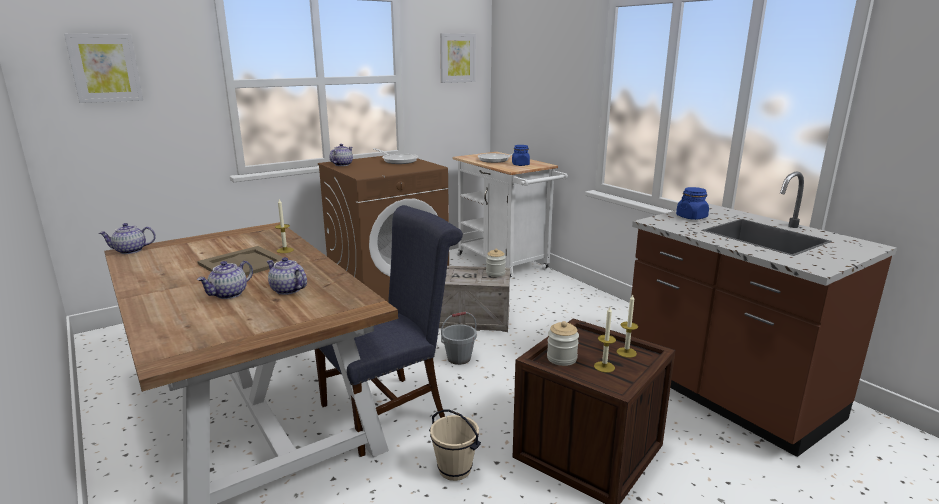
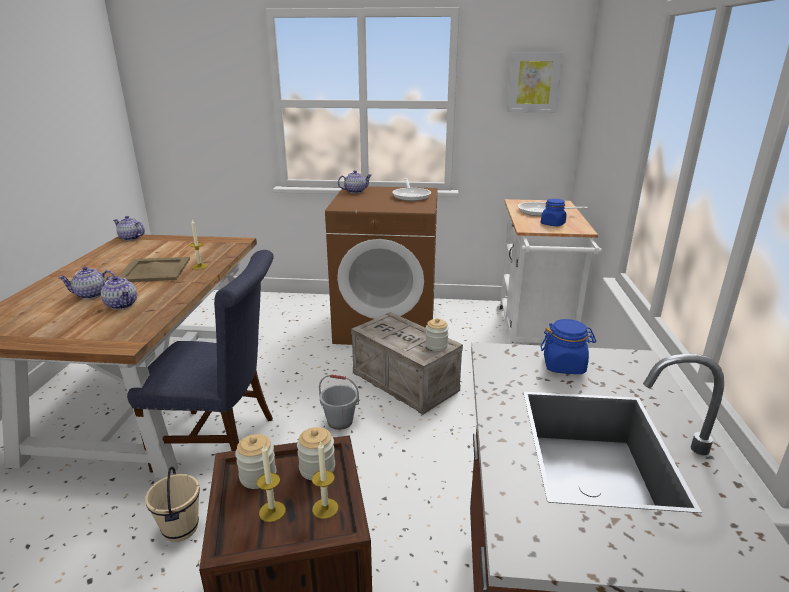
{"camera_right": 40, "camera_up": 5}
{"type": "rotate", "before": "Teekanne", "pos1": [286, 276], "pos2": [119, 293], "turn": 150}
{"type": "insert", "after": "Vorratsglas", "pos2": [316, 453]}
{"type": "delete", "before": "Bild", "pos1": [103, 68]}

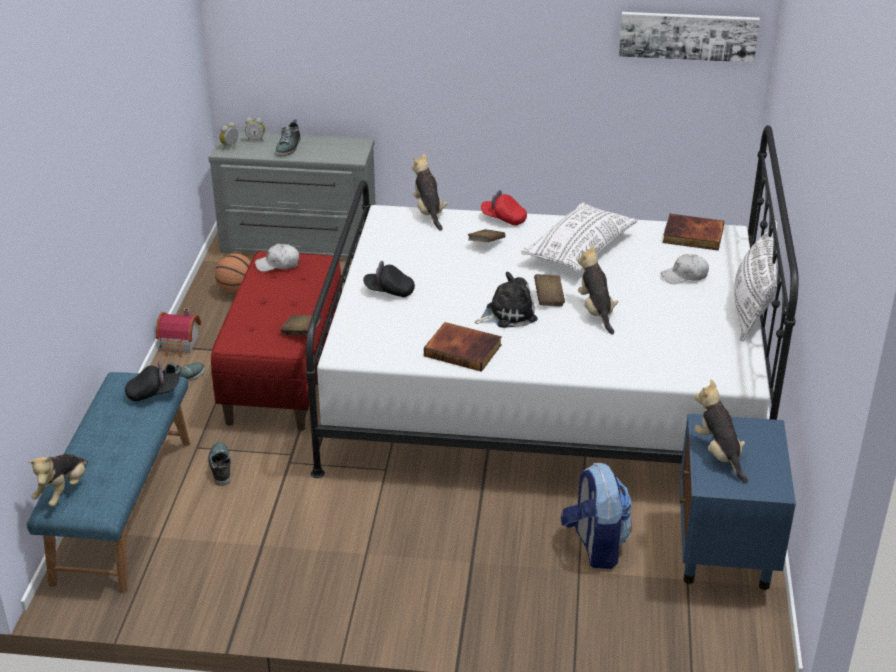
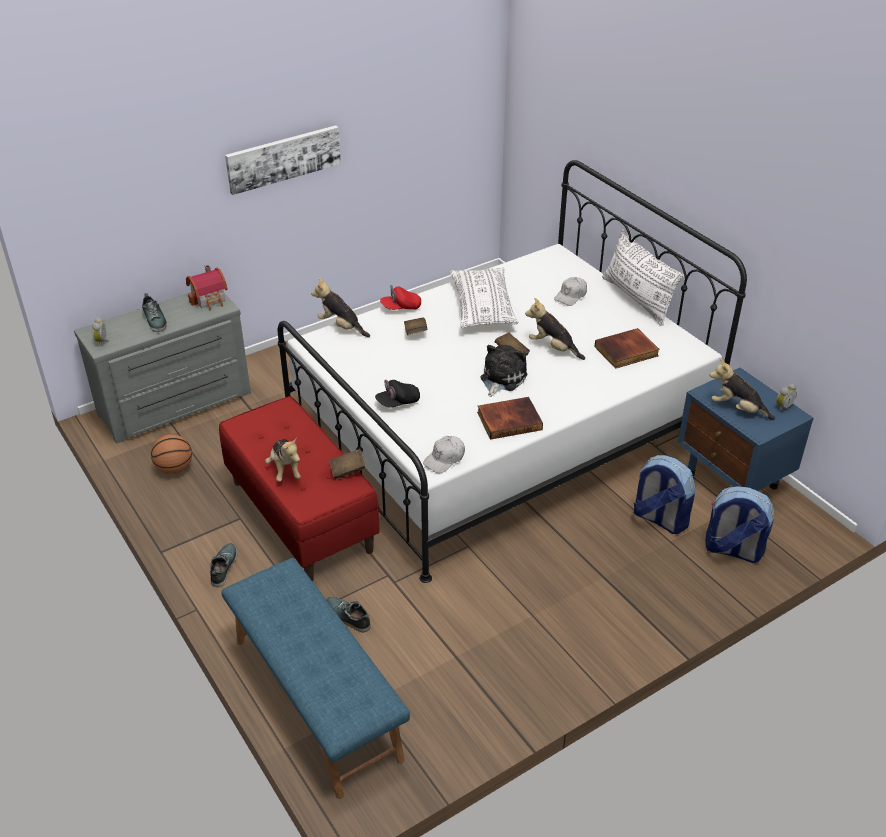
{"camera_right": -40, "camera_up": 5}
{"type": "move", "before": "Spielzeughaus", "pos1": [178, 333], "pos2": [207, 288]}
{"type": "move", "before": "Bild", "pos1": [689, 37], "pos2": [283, 160]}
{"type": "move", "before": "Plüschtier", "pos1": [58, 480], "pos2": [283, 459]}
{"type": "move", "before": "Kappe/weiß", "pos1": [277, 258], "pos2": [444, 454]}
{"type": "move", "before": "Buch", "pos1": [693, 232], "pos2": [627, 348]}
{"type": "insert", "after": "Rucksack", "pos2": [739, 524]}
{"type": "move", "before": "Wecker", "pos1": [255, 129], "pos2": [786, 397]}
{"type": "delete", "before": "Kappe/schwarz", "pos1": [152, 382]}

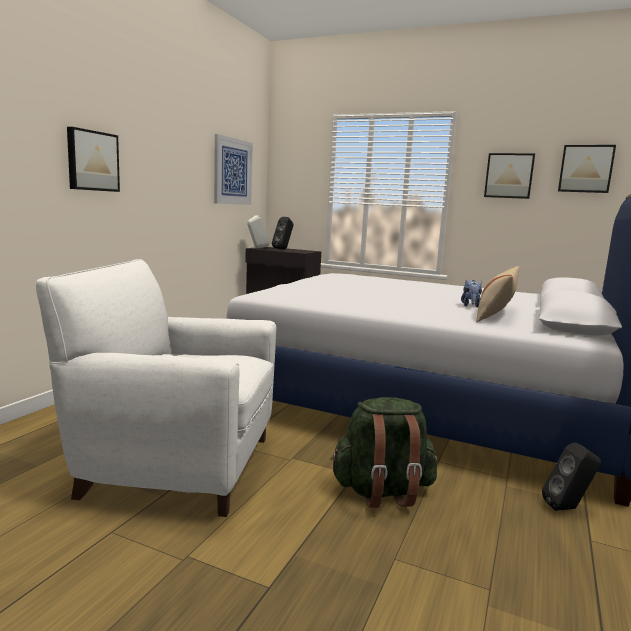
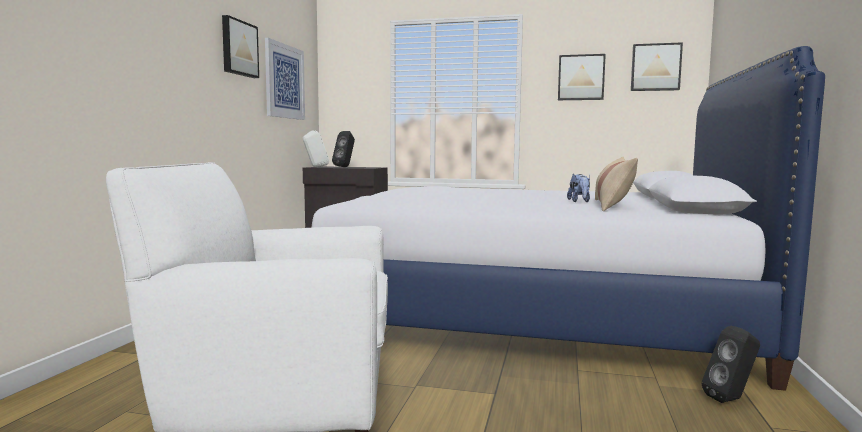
{"camera_right": -10, "camera_up": -5}
{"type": "move", "before": "Bild", "pos1": [93, 159], "pos2": [240, 46]}
{"type": "delete", "before": "Rucksack/grün", "pos1": [383, 452]}

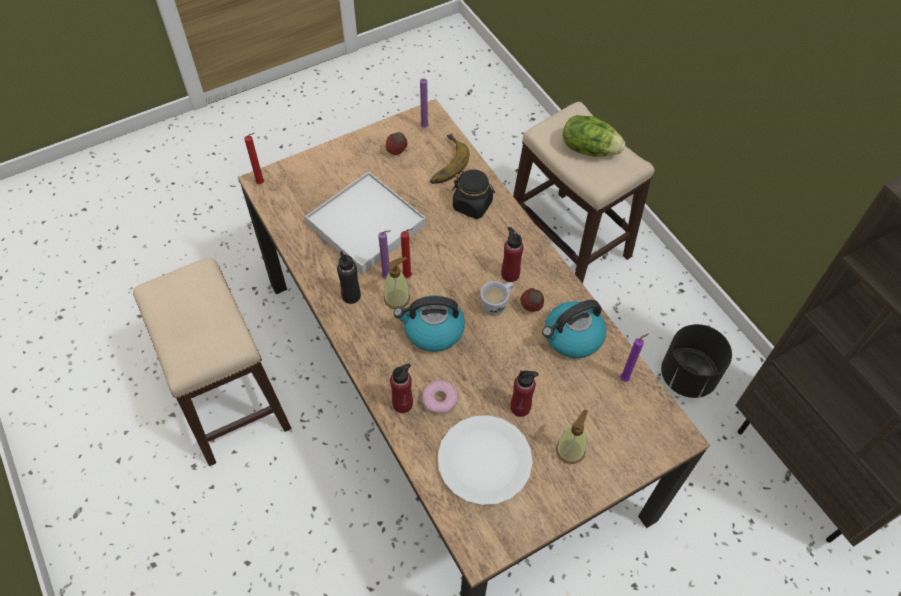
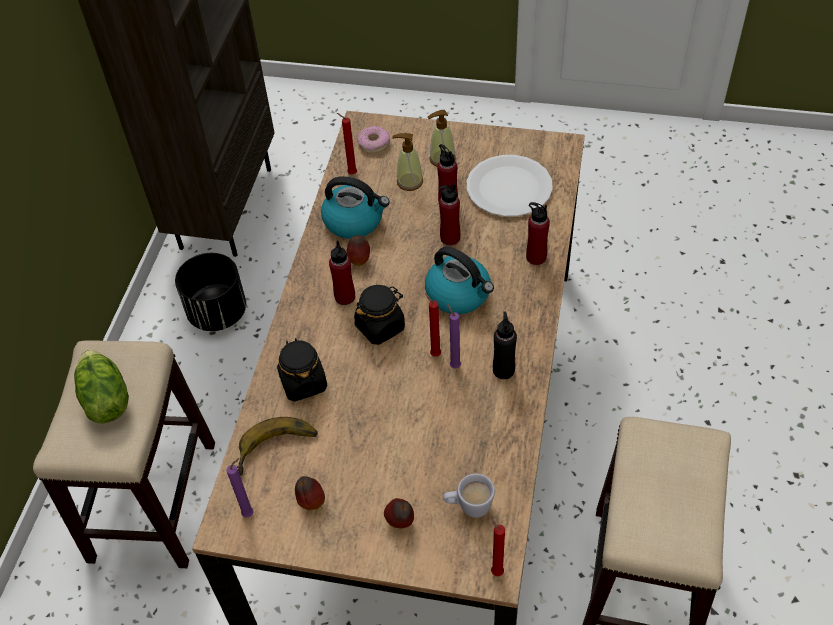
{"camera_right": -135, "camera_up": -5}
{"type": "recolor", "before": "Kerze/lila", "after": "Kerze/rot", "pos1": [634, 357], "pos2": [347, 143]}
{"type": "insert", "after": "Vorratsglas/schwarz", "pos2": [379, 315]}
{"type": "move", "before": "Donut", "pos1": [440, 397], "pos2": [373, 140]}
{"type": "insert", "after": "Apfel", "pos2": [399, 513]}
{"type": "move", "before": "Seifenspender", "pos1": [397, 283], "pos2": [407, 162]}
{"type": "insert", "after": "Flasche/rot", "pos2": [449, 214]}
{"type": "move", "before": "Henkelbecher/weiß", "pos1": [497, 298], "pos2": [469, 496]}
{"type": "delete", "before": "Tablett/weiß", "pos1": [365, 222]}

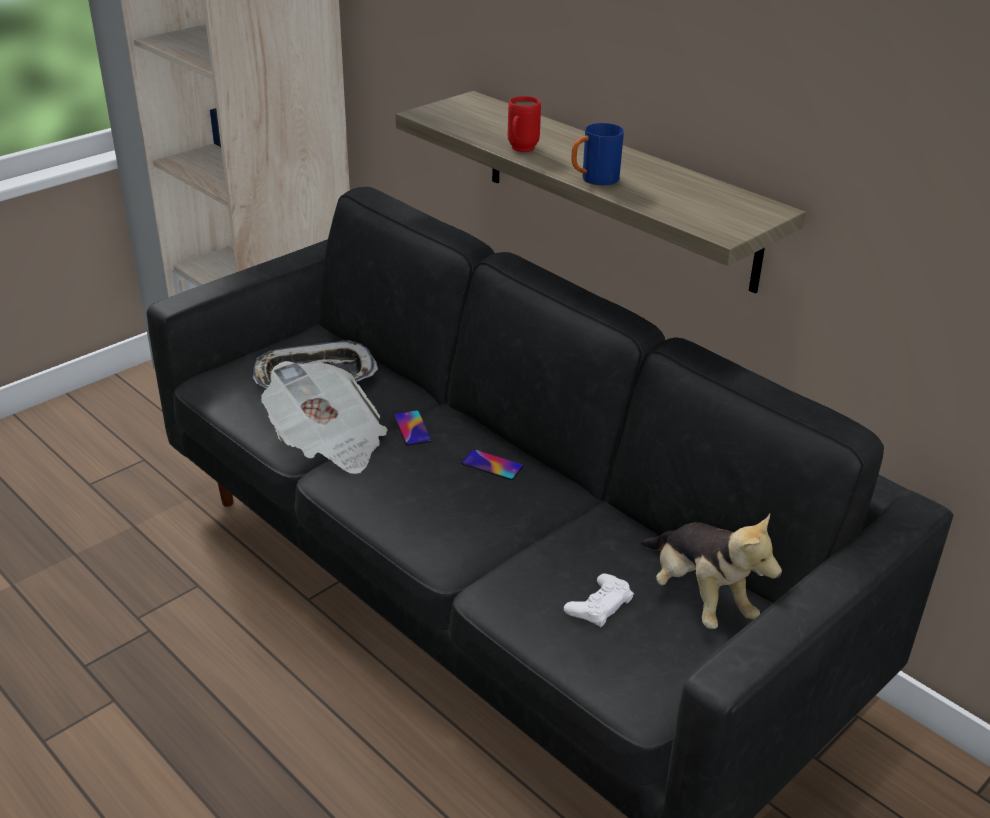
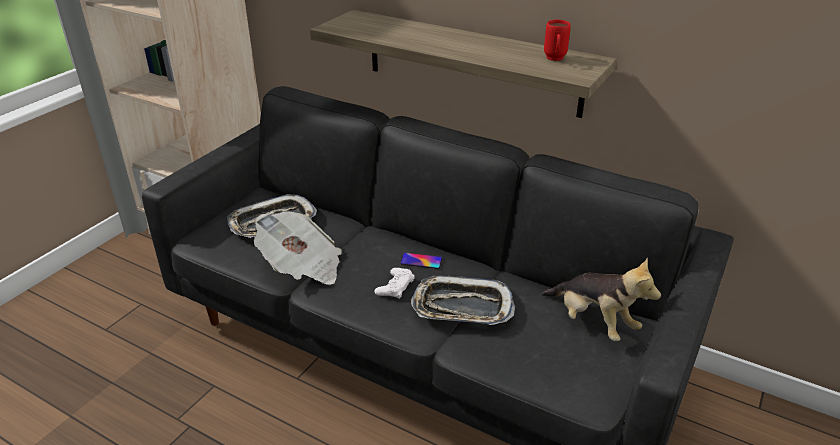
{"camera_right": -15, "camera_up": 0}
{"type": "move", "before": "Gamepad/weiß", "pos1": [599, 600], "pos2": [394, 283]}
{"type": "insert", "after": "Tablett", "pos2": [463, 300]}
{"type": "move", "before": "Henkelbecher/rot", "pos1": [524, 124], "pos2": [557, 40]}
{"type": "delete", "before": "Handy", "pos1": [412, 428]}
{"type": "delete", "before": "Henkelbecher/blau", "pos1": [597, 154]}

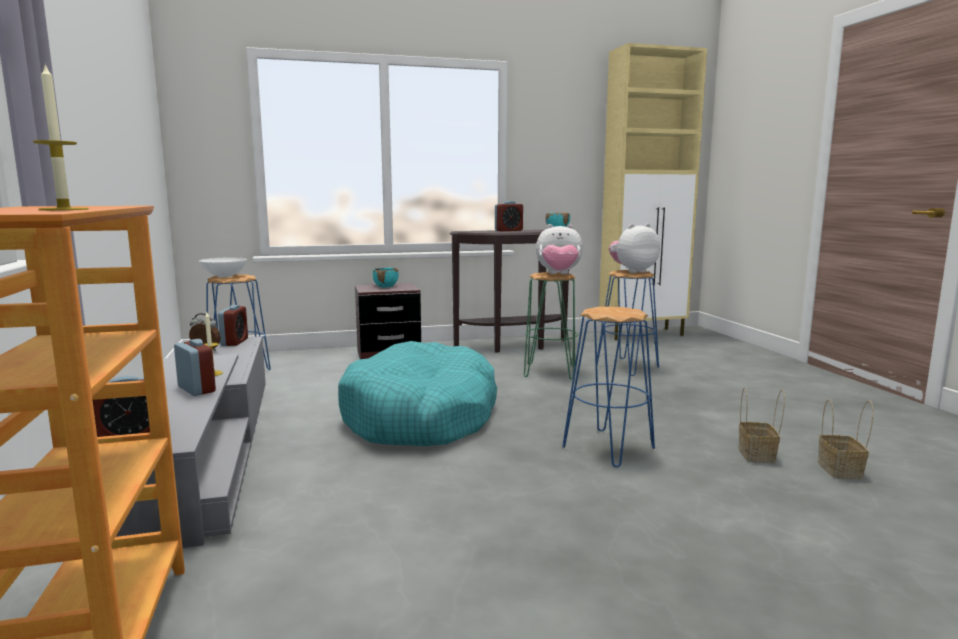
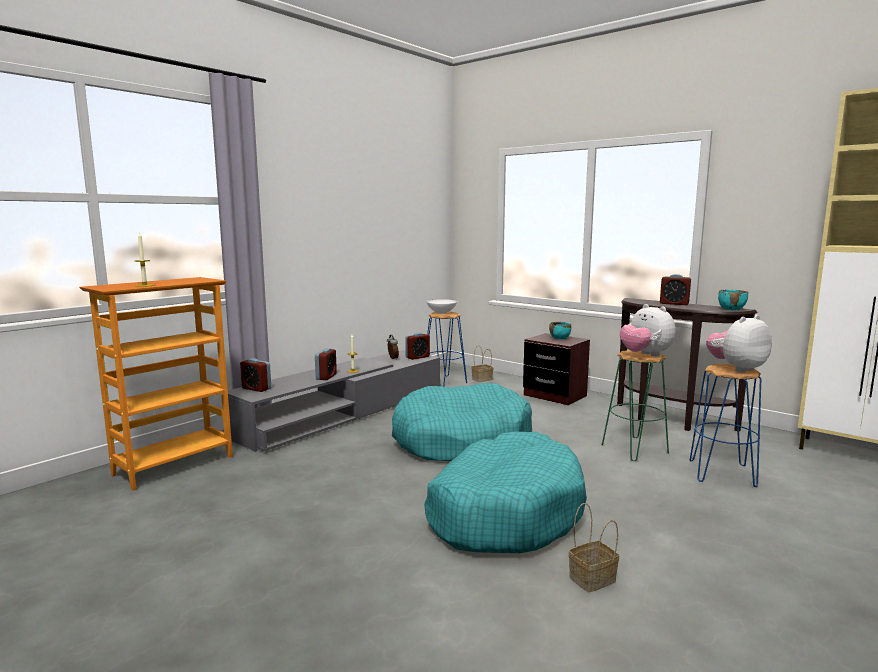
{"camera_right": 55, "camera_up": 0}
{"type": "replace", "before": "Hocker/blau", "after": "Hundebett/türkis", "pos1": [608, 387], "pos2": [505, 492]}
{"type": "move", "before": "Korb", "pos1": [845, 439], "pos2": [482, 364]}
{"type": "rotate", "before": "Plüschtier", "pos1": [634, 248], "pos2": [739, 343], "turn": -60}

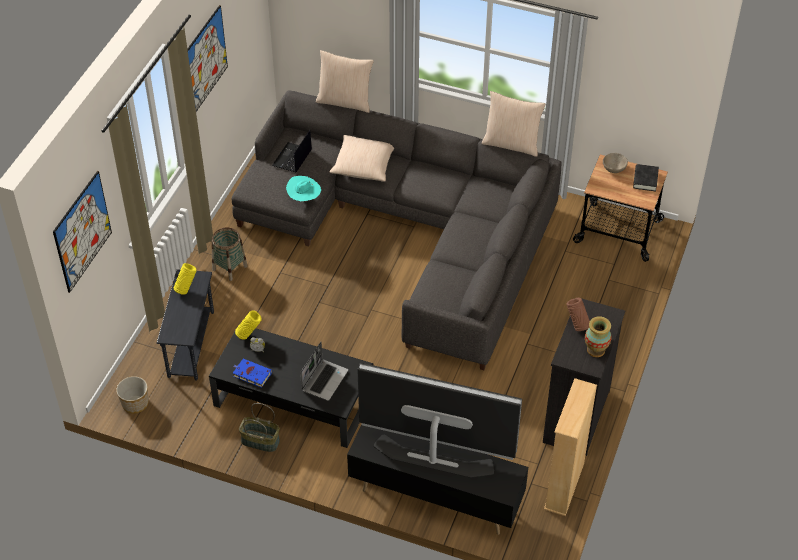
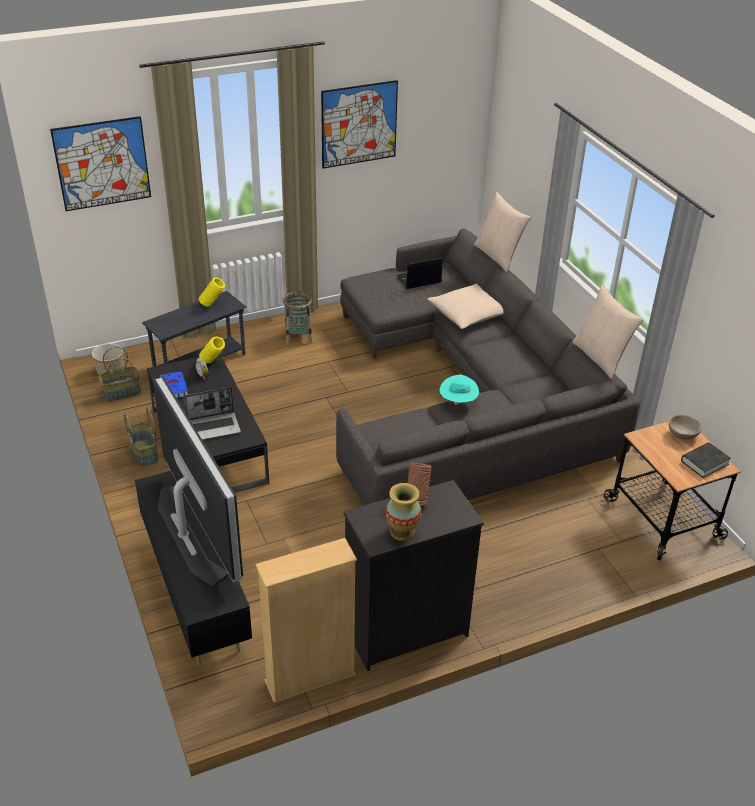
{"camera_right": 45, "camera_up": -10}
{"type": "insert", "after": "Korb", "pos2": [119, 374]}
{"type": "move", "before": "Hut/türkis", "pos1": [303, 188], "pos2": [459, 389]}

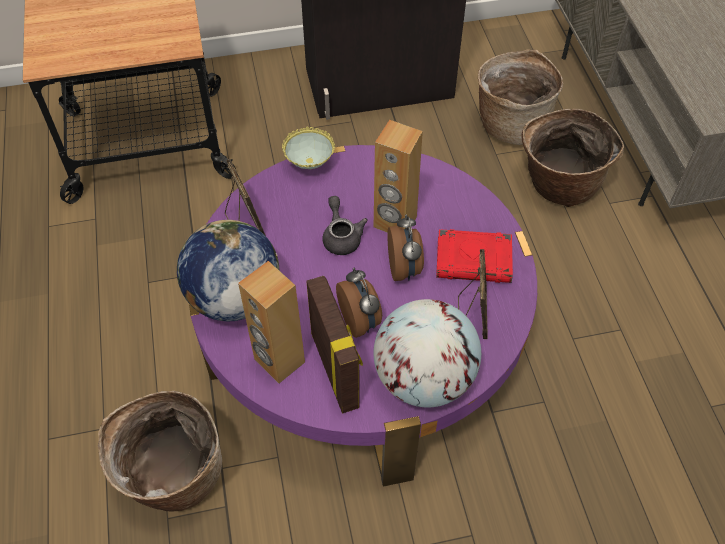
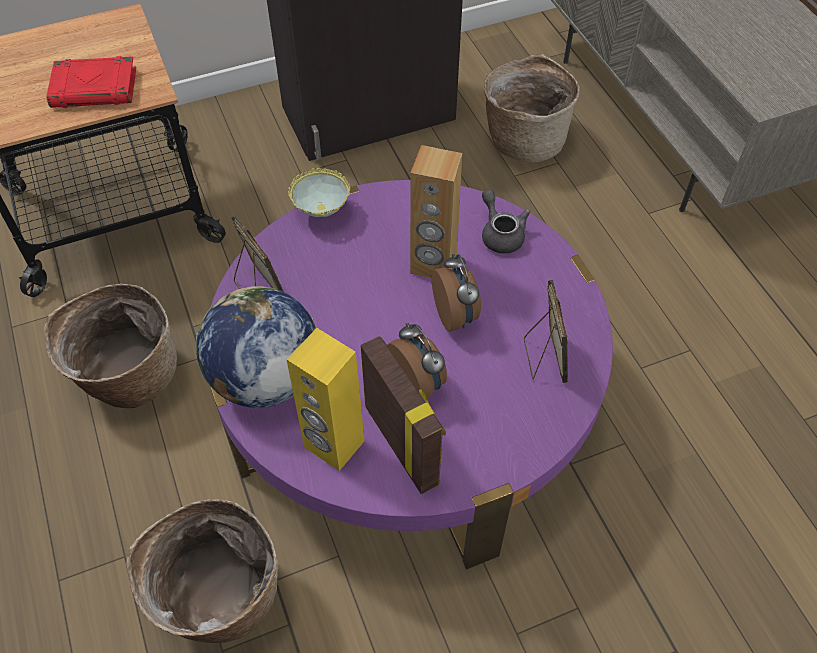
{"camera_right": -10, "camera_up": 0}
{"type": "move", "before": "Korb", "pos1": [573, 158], "pos2": [110, 345]}
{"type": "move", "before": "Buch/rot", "pos1": [474, 256], "pos2": [91, 82]}
{"type": "recolor", "before": "Lautsprecher/braun", "after": "Lautsprecher/gelb", "pos1": [271, 322], "pos2": [325, 399]}
{"type": "move", "before": "Teekanne/grau", "pos1": [345, 225], "pos2": [506, 221]}
{"type": "delete", "before": "Globus", "pos1": [427, 353]}

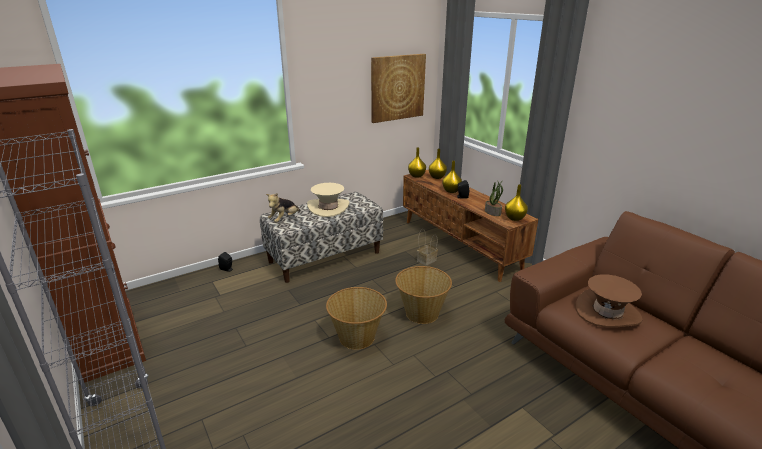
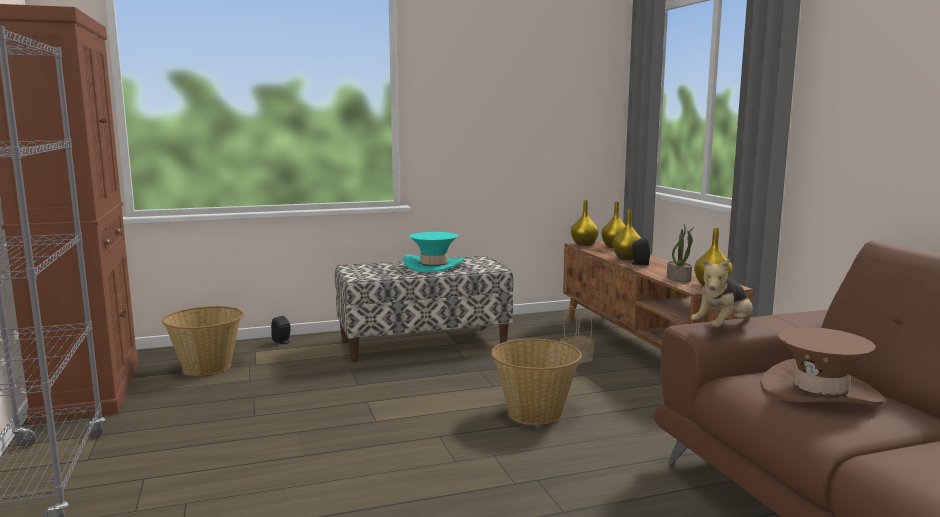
{"camera_right": 15, "camera_up": -15}
{"type": "move", "before": "Korb", "pos1": [356, 318], "pos2": [202, 341]}
{"type": "recolor", "before": "Hut/beige", "after": "Hut/türkis", "pos1": [328, 200], "pos2": [434, 252]}
{"type": "move", "before": "Plüschtier", "pos1": [283, 207], "pos2": [722, 293]}
{"type": "delete", "before": "Bild", "pos1": [398, 88]}

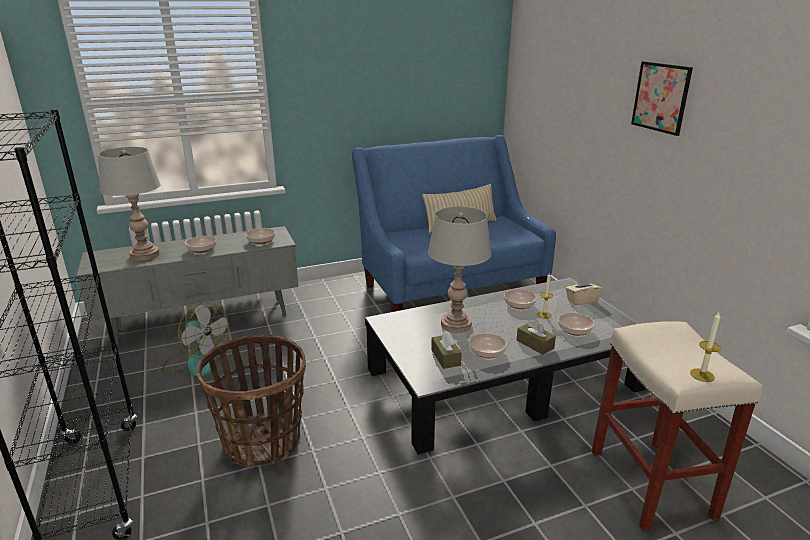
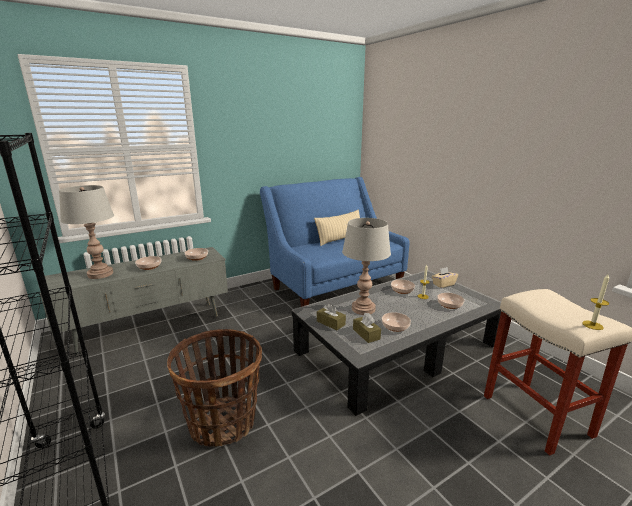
{"camera_right": -10, "camera_up": -5}
{"type": "move", "before": "Taschentuchbox/braun", "pos1": [536, 337], "pos2": [331, 316]}
{"type": "delete", "before": "Ventilator", "pos1": [195, 339]}
{"type": "delete", "before": "Bild", "pos1": [662, 98]}

